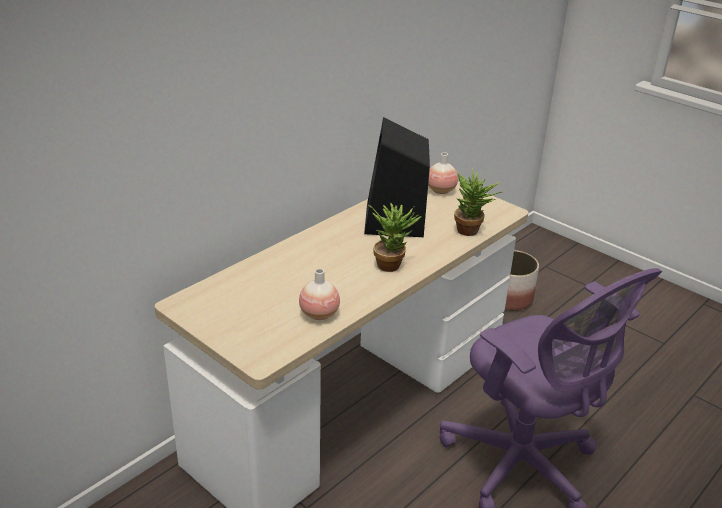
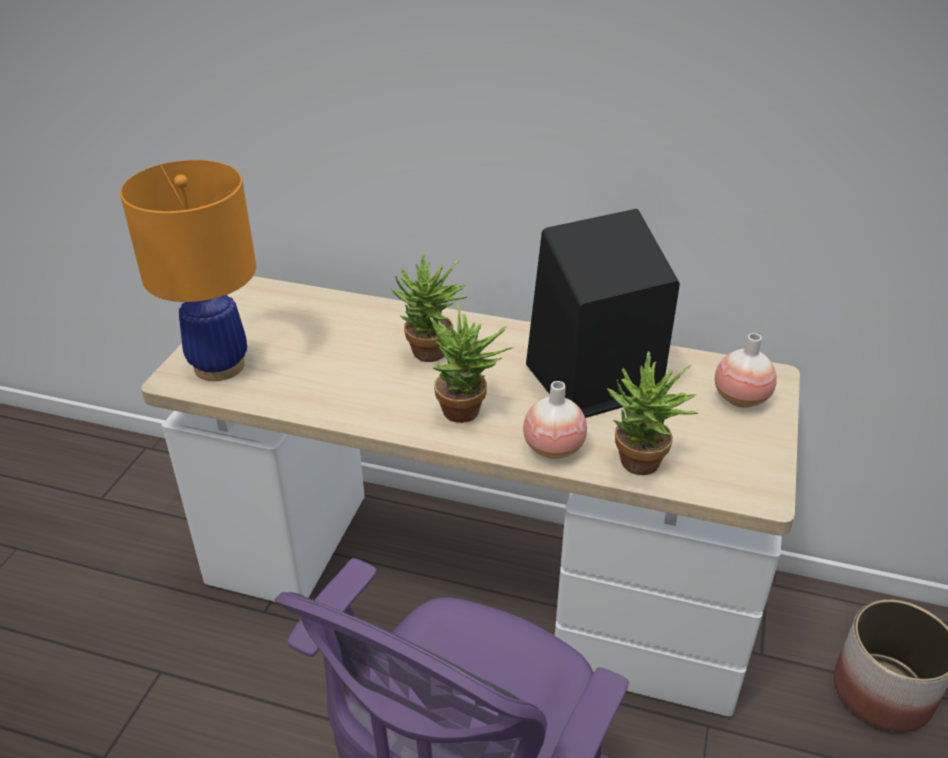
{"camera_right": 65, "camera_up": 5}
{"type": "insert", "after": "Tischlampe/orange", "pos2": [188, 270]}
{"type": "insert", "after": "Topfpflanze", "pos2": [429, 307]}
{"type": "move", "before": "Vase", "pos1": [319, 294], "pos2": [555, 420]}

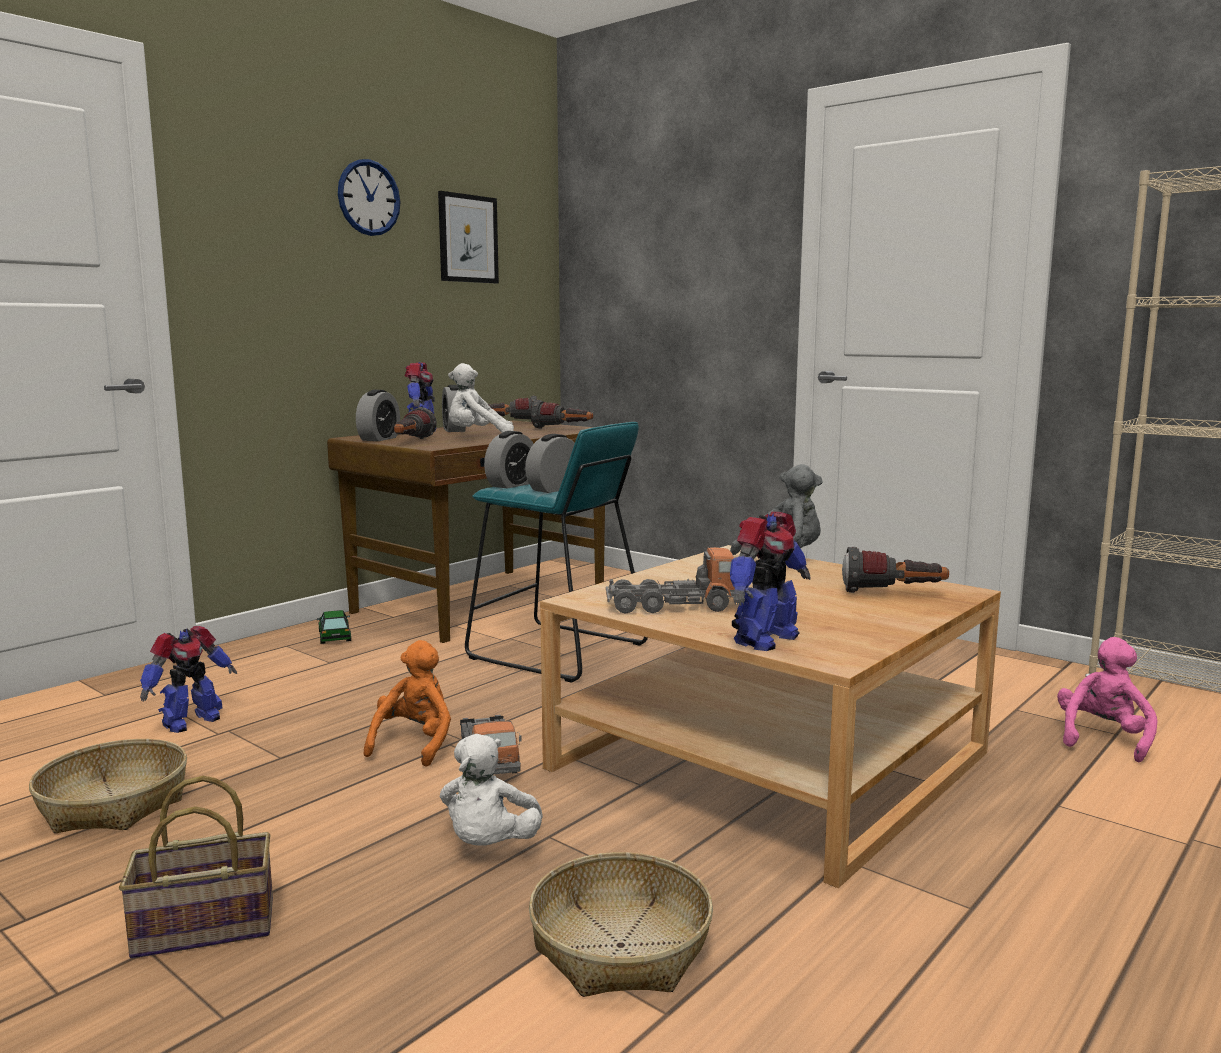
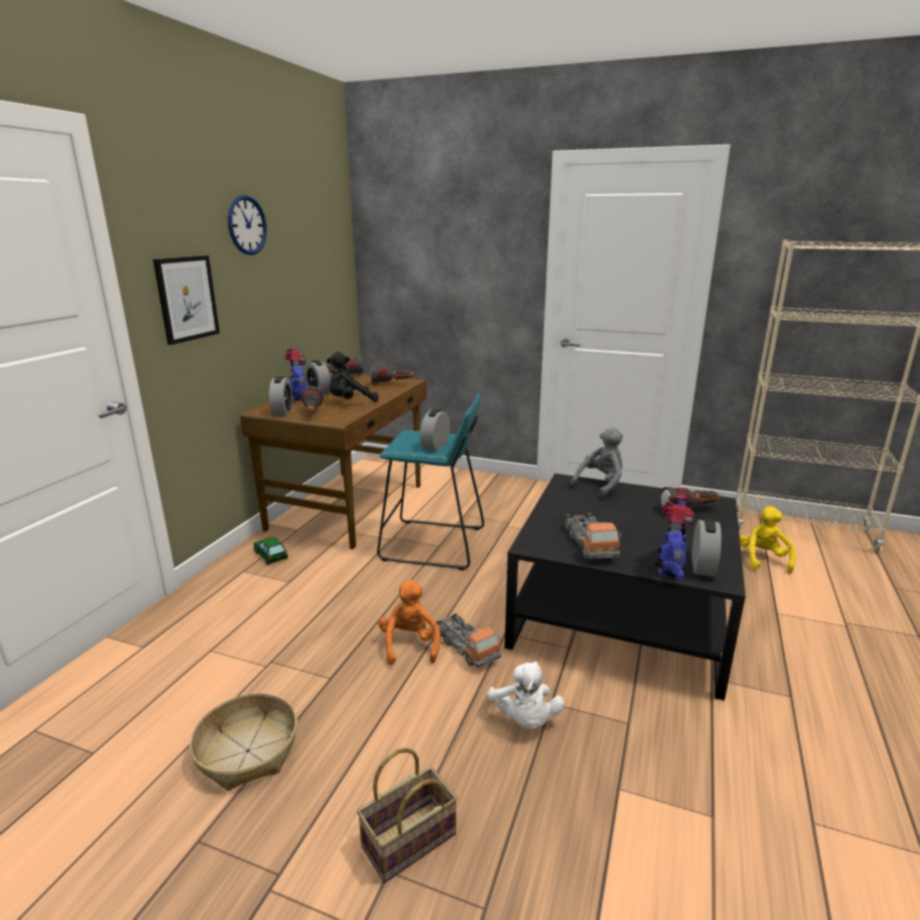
{"camera_right": -20, "camera_up": 10}
{"type": "move", "before": "Bild", "pos1": [468, 237], "pos2": [186, 300]}
{"type": "recolor", "before": "Plüschtier/weiß", "after": "Plüschtier/schwarz", "pos1": [481, 398], "pos2": [353, 377]}
{"type": "recolor", "before": "Couchtisch/beige", "after": "Couchtisch/schwarz", "pos1": [770, 716], "pos2": [625, 586]}
{"type": "rotate", "before": "Spielzeuglaster", "pos1": [670, 580], "pos2": [593, 536], "turn": 105}
{"type": "move", "before": "Wecker", "pos1": [509, 460], "pos2": [706, 547]}
{"type": "recolor", "before": "Plüschtier/rosa", "after": "Plüschtier/gelb", "pos1": [1107, 699], "pos2": [768, 540]}
{"type": "delete", "before": "Spielzeugroboter", "pos1": [188, 679]}
{"type": "delete", "before": "Korb", "pos1": [621, 924]}

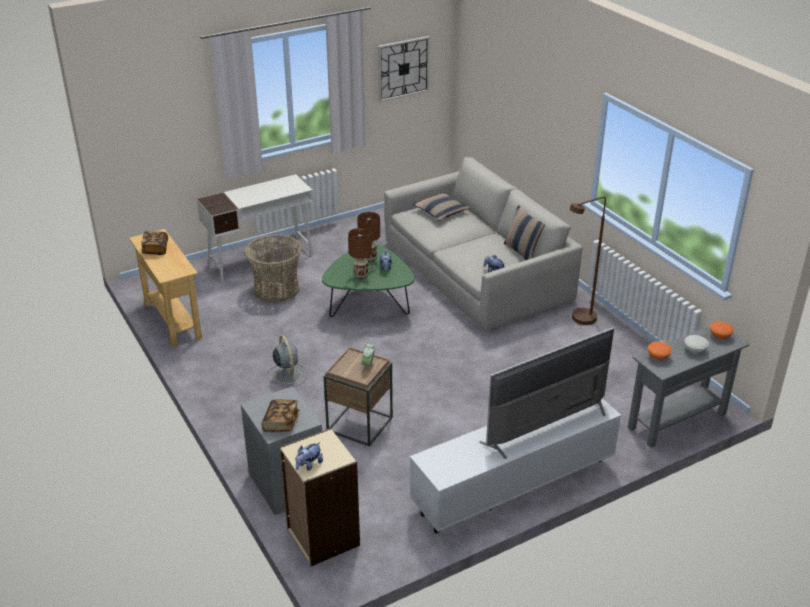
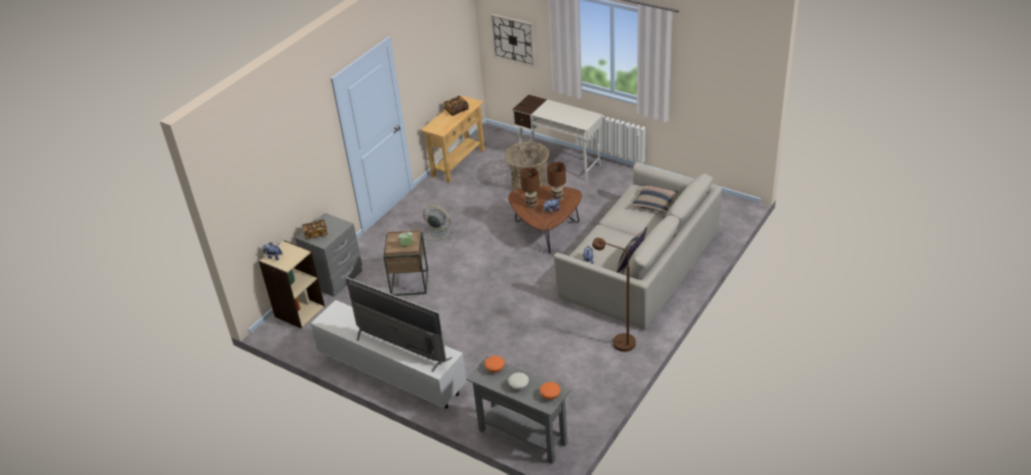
{"camera_right": 65, "camera_up": 5}
{"type": "rotate", "before": "Ventilator/grau", "pos1": [287, 361], "pos2": [438, 223], "turn": -105}
{"type": "move", "before": "Wanduhr", "pos1": [404, 69], "pos2": [512, 40]}
{"type": "recolor", "before": "Couchtisch/grün", "after": "Couchtisch/braun", "pos1": [368, 280], "pos2": [545, 220]}

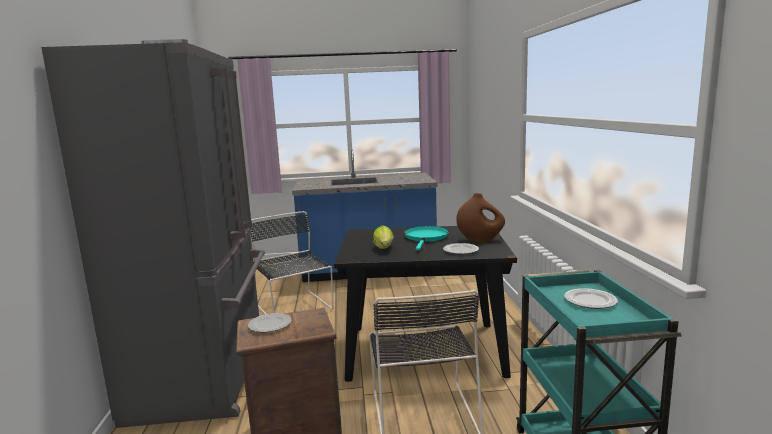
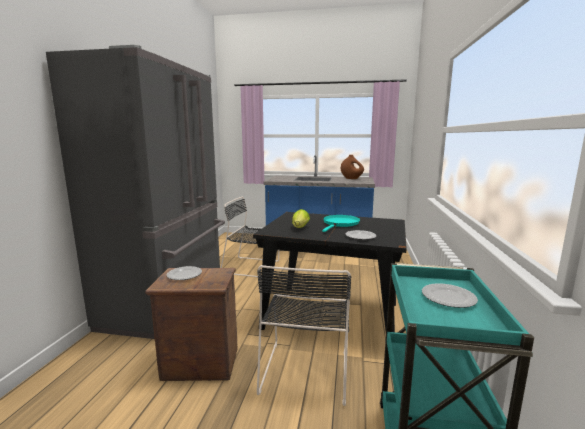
{"camera_right": 15, "camera_up": 0}
{"type": "rotate", "before": "Stuhl/schwarz", "pos1": [292, 262], "pos2": [250, 237], "turn": -60}
{"type": "move", "before": "Vase/braun", "pos1": [480, 217], "pos2": [352, 167]}

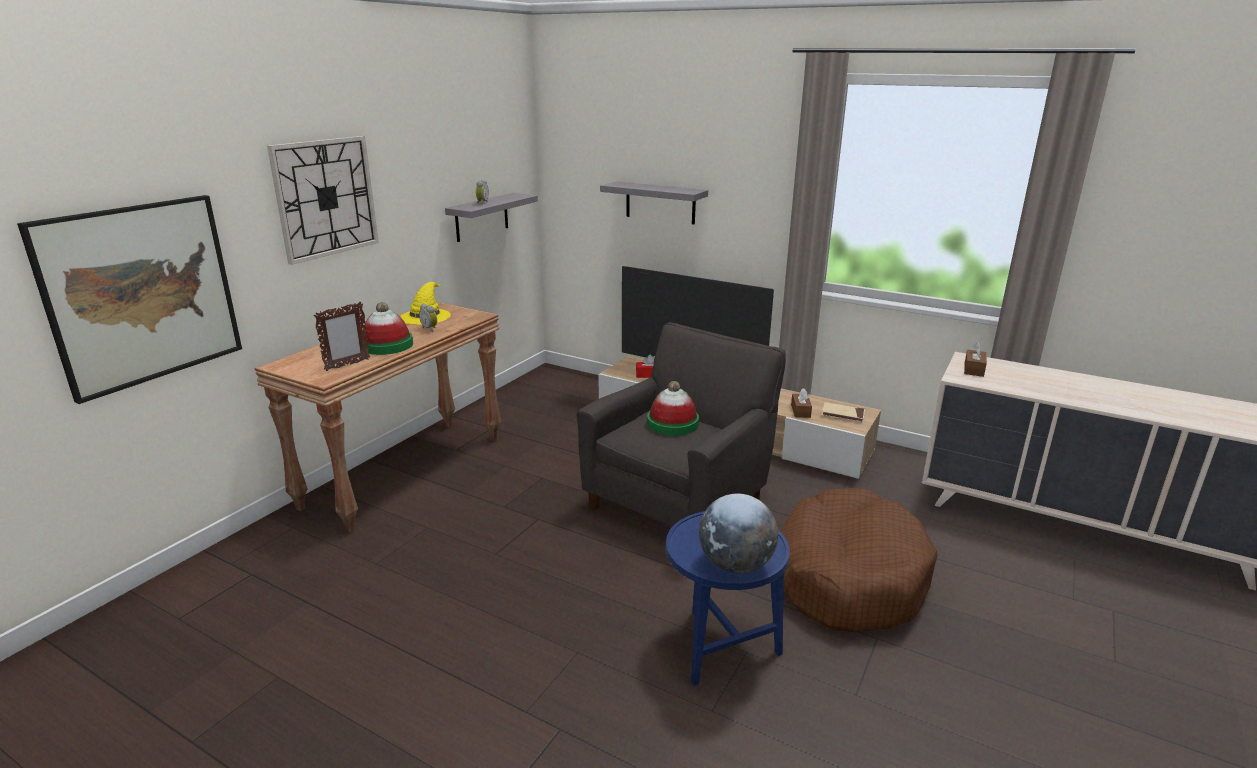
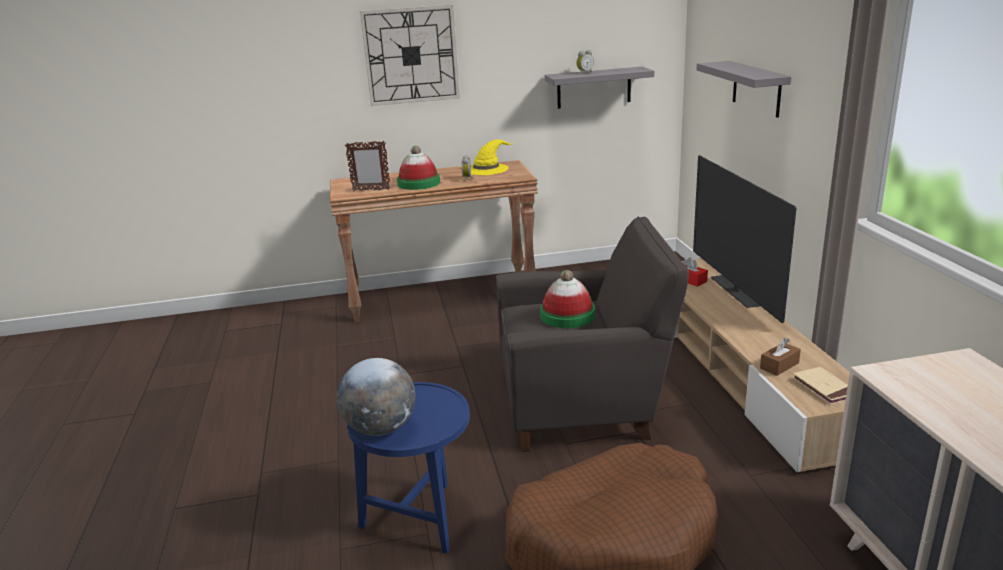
{"camera_right": 50, "camera_up": 0}
{"type": "delete", "before": "Bild", "pos1": [129, 299]}
{"type": "delete", "before": "Taschentuchbox/braun", "pos1": [975, 359]}

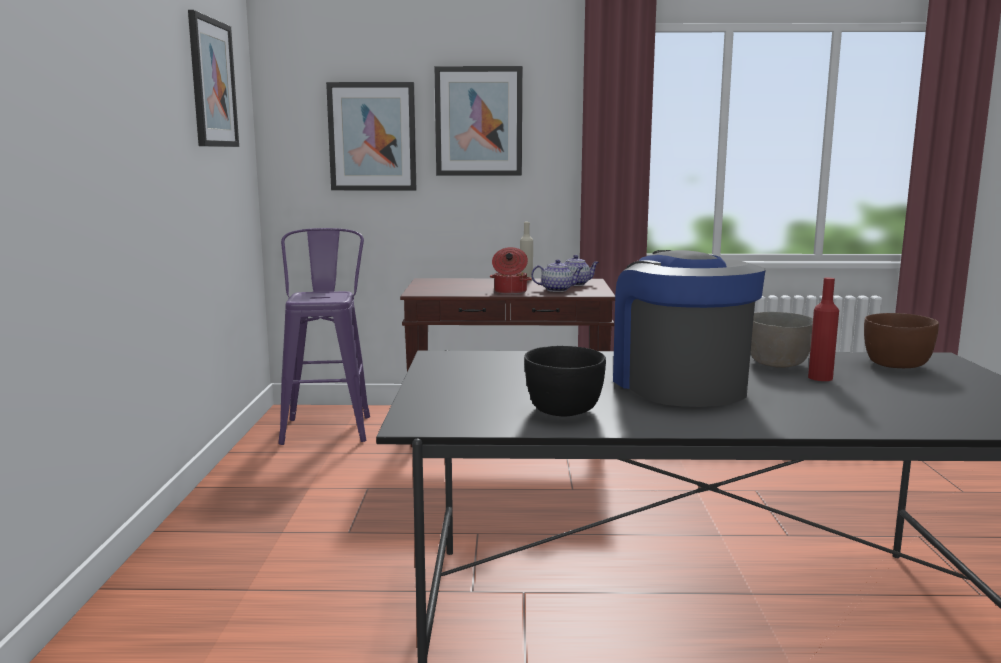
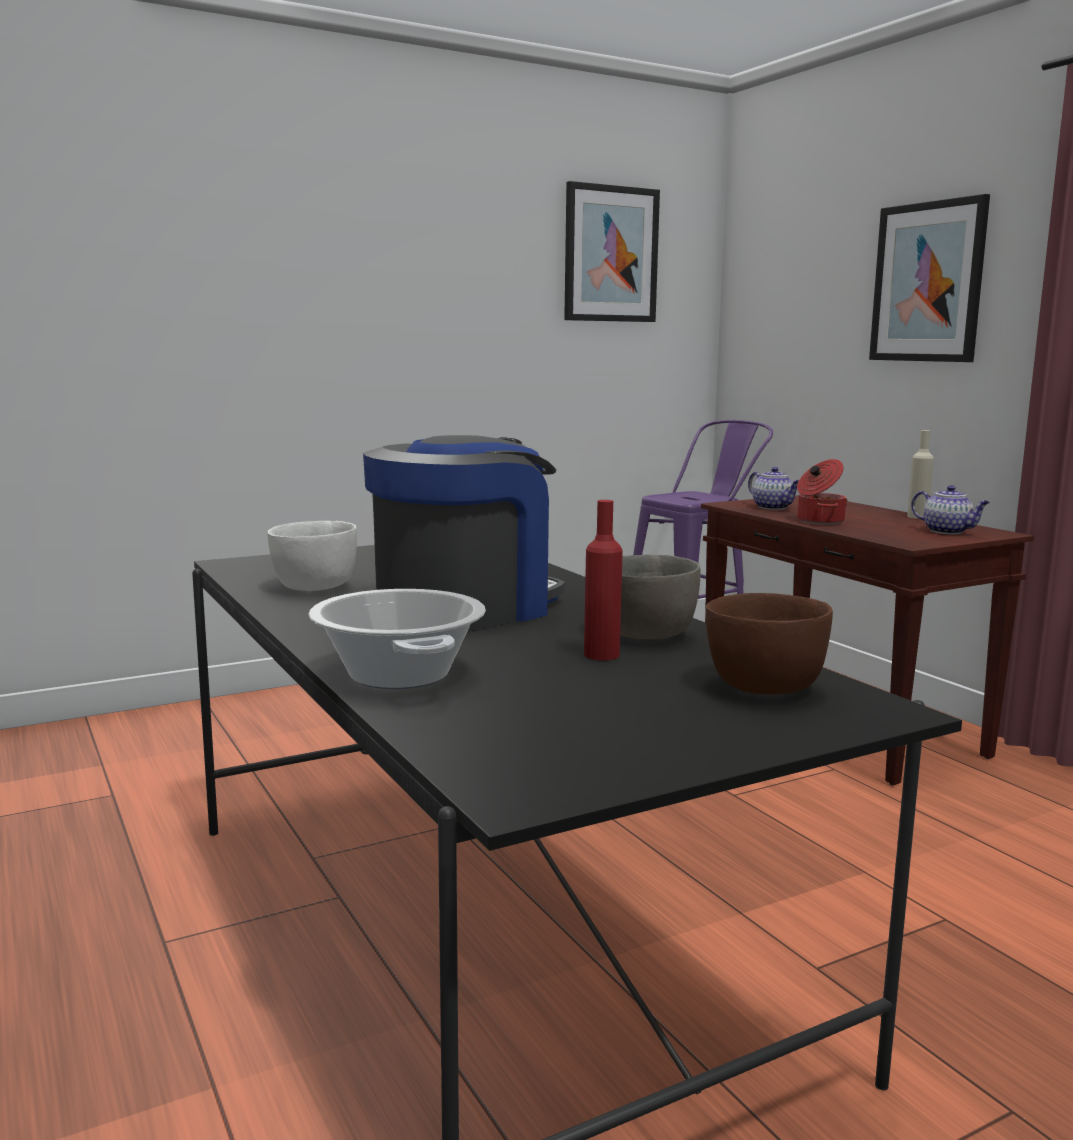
{"camera_right": 60, "camera_up": 0}
{"type": "recolor", "before": "Schüssel/schwarz", "after": "Schüssel/weiß", "pos1": [565, 381], "pos2": [312, 556]}
{"type": "insert", "after": "Kochtopf", "pos2": [397, 639]}
{"type": "move", "before": "Teekanne", "pos1": [557, 275], "pos2": [773, 488]}
{"type": "delete", "before": "Bild", "pos1": [371, 136]}

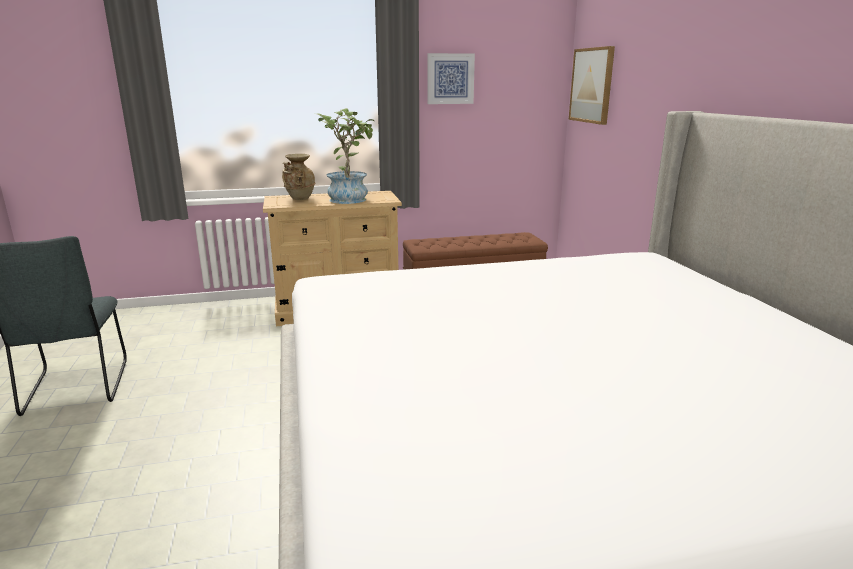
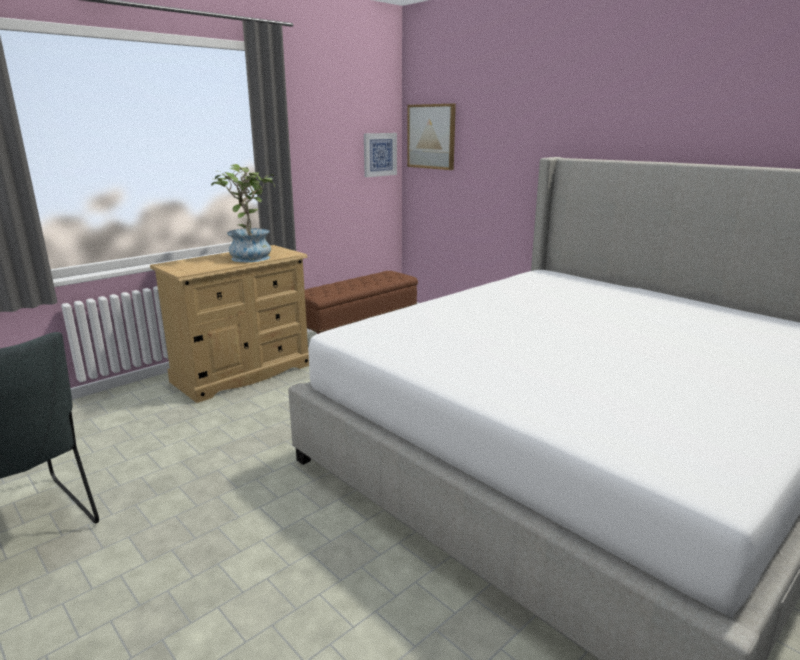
{"camera_right": -30, "camera_up": 0}
{"type": "move", "before": "Bild", "pos1": [451, 78], "pos2": [380, 155]}
{"type": "delete", "before": "Vase/beige", "pos1": [298, 177]}

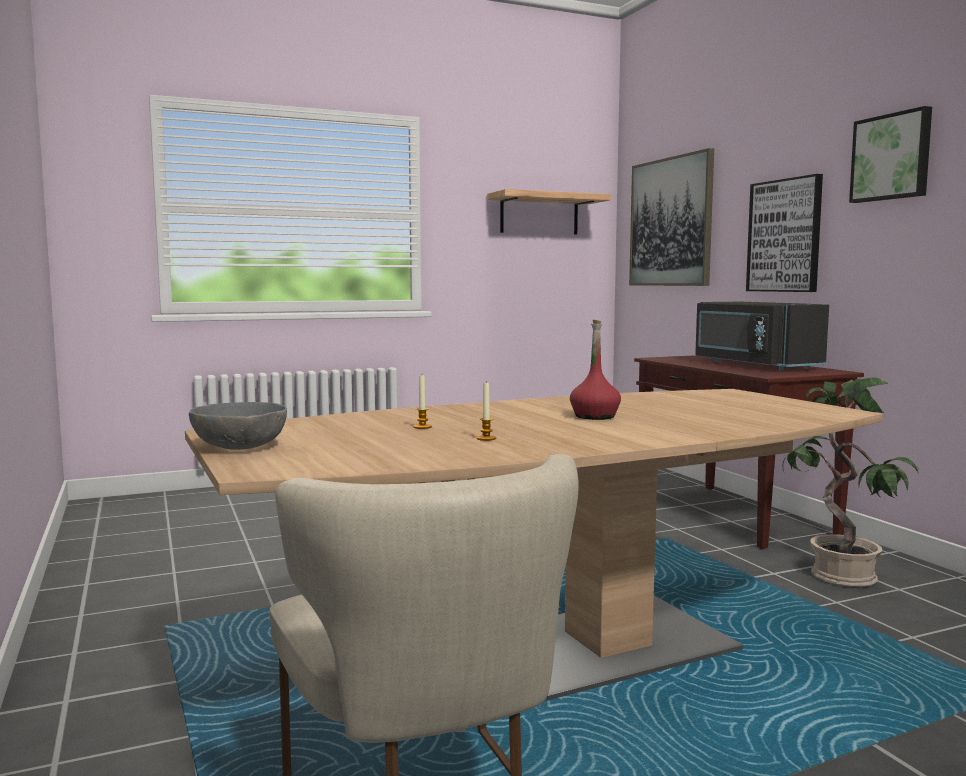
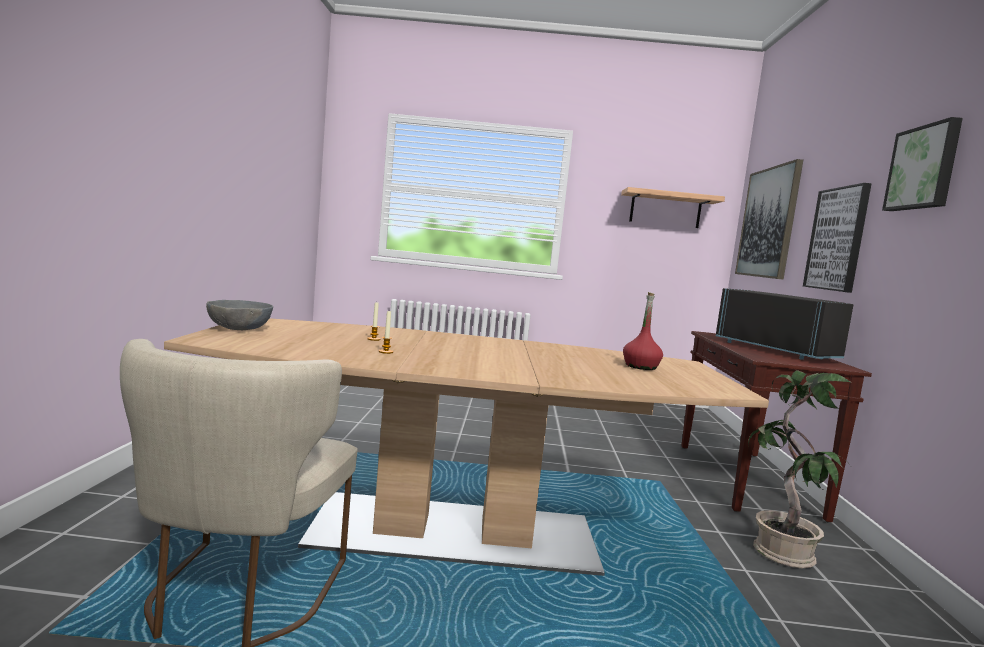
{"camera_right": 25, "camera_up": 0}
{"type": "move", "before": "Flasche/rot", "pos1": [595, 370], "pos2": [643, 331]}
{"type": "rotate", "before": "Mikrowelle/schwarz", "pos1": [762, 336], "pos2": [785, 324], "turn": 150}

